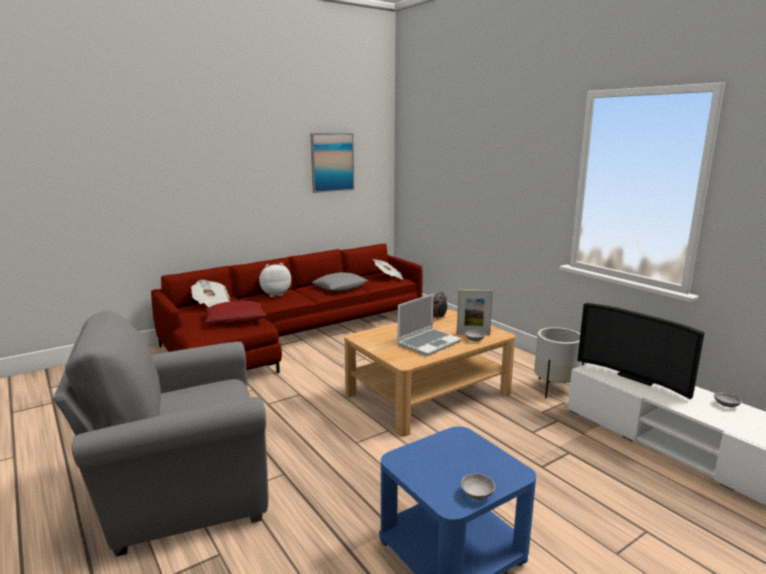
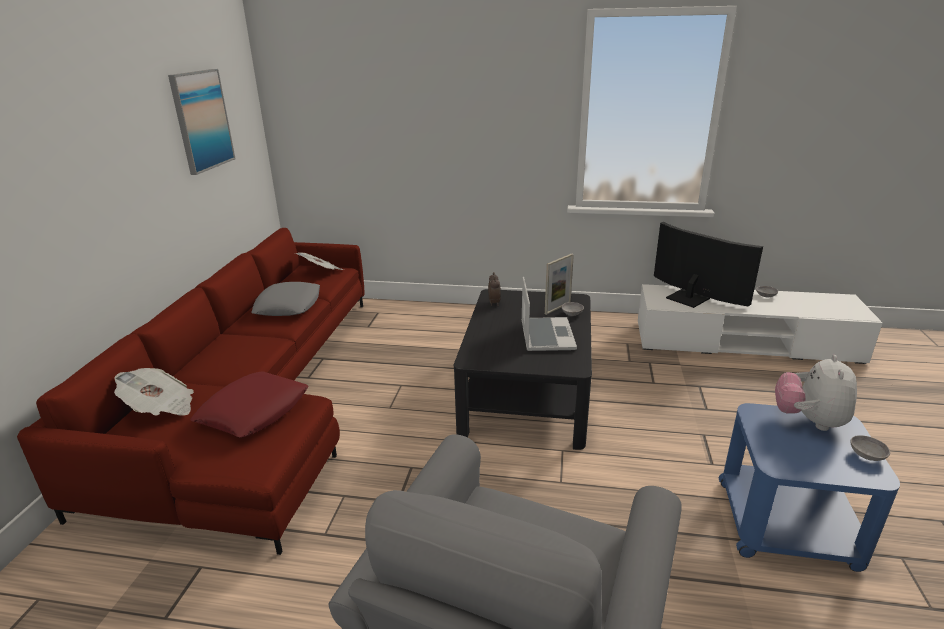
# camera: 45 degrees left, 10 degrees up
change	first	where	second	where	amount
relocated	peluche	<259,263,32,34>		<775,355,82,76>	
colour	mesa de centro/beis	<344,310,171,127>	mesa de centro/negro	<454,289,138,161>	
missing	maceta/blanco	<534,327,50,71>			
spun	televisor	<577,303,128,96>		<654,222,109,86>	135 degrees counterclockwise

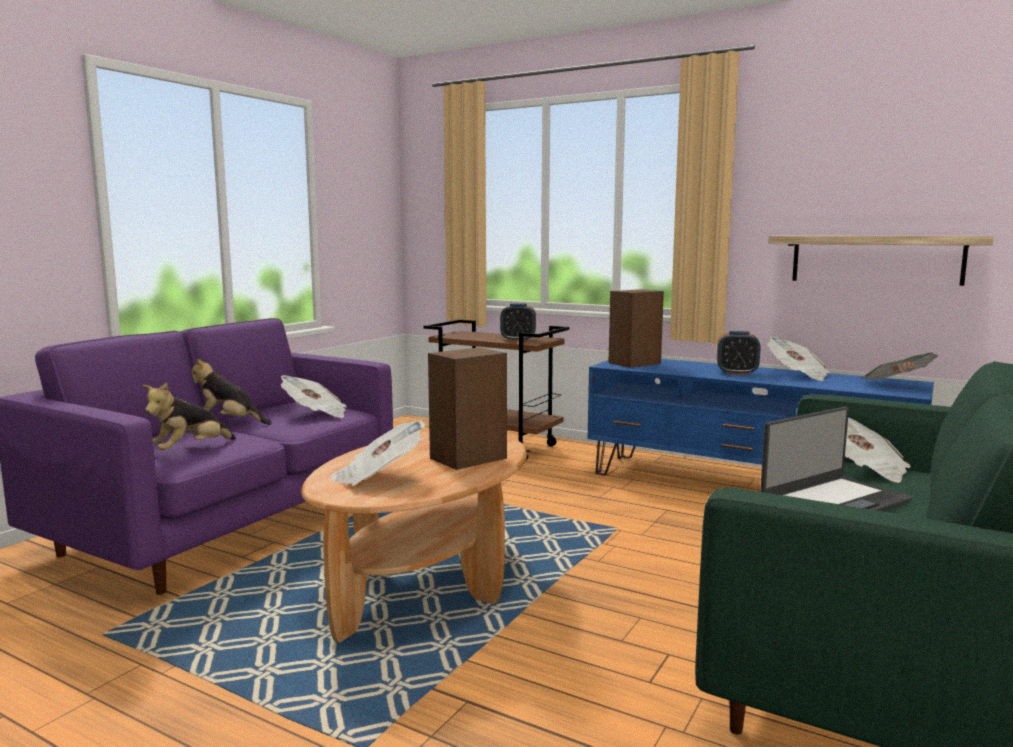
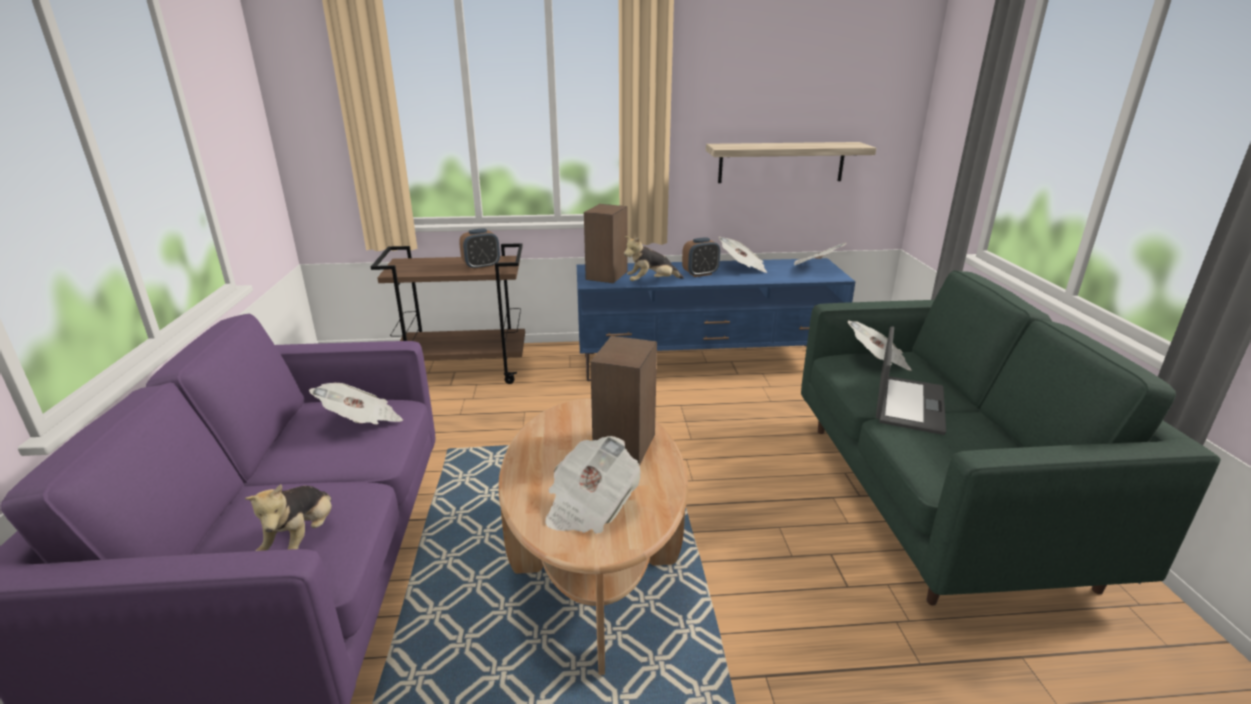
# camera: 35 degrees left, 15 degrees up
change	first	where	second	where	amount
relocated	peluche	<192,359,80,66>		<624,236,60,45>	

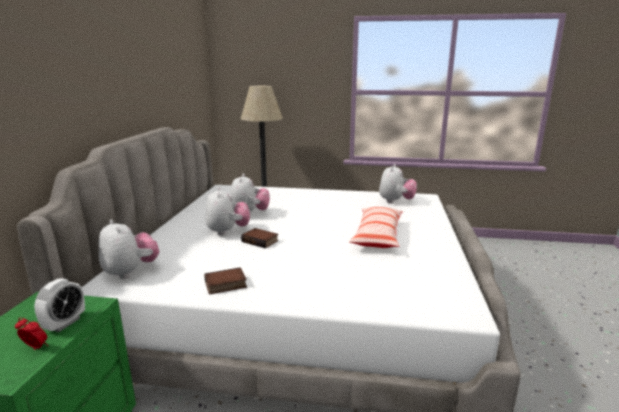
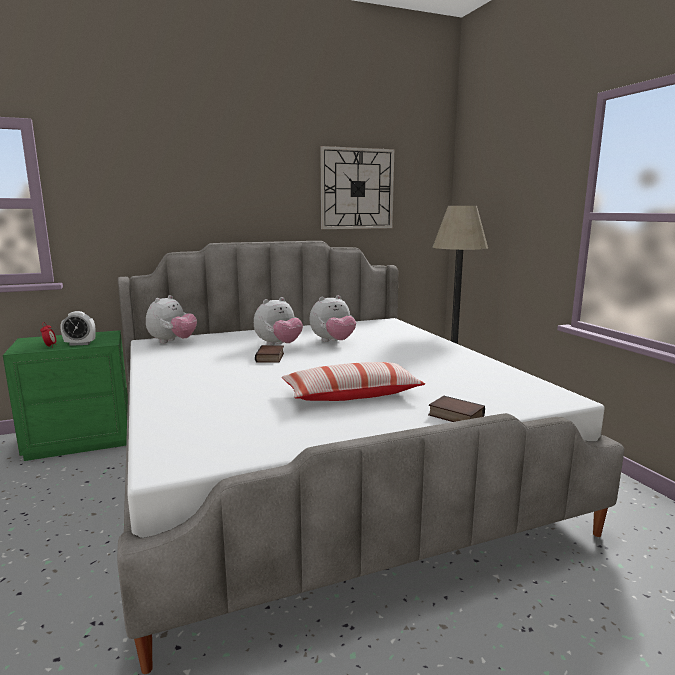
# camera: 60 degrees right, 5 degrees down
change	first	where	second	where	amount
relocated	libro	<204,267,43,28>		<428,396,57,26>	
missing	peluche	<379,164,38,39>			
appeared			reloj de pared	<320,146,74,83>	

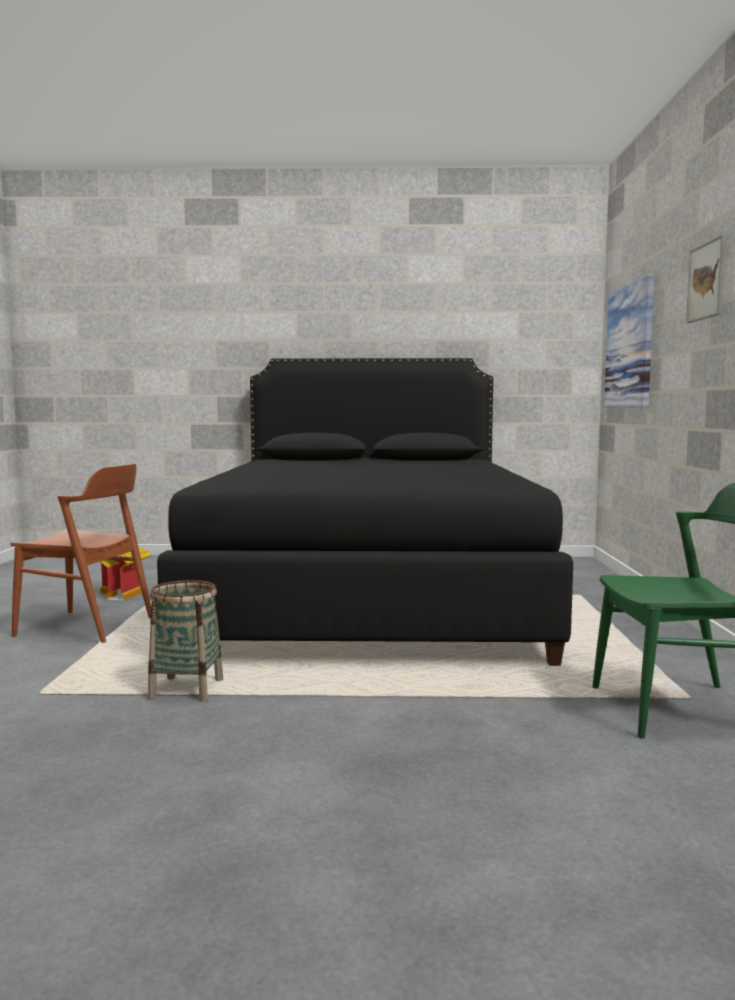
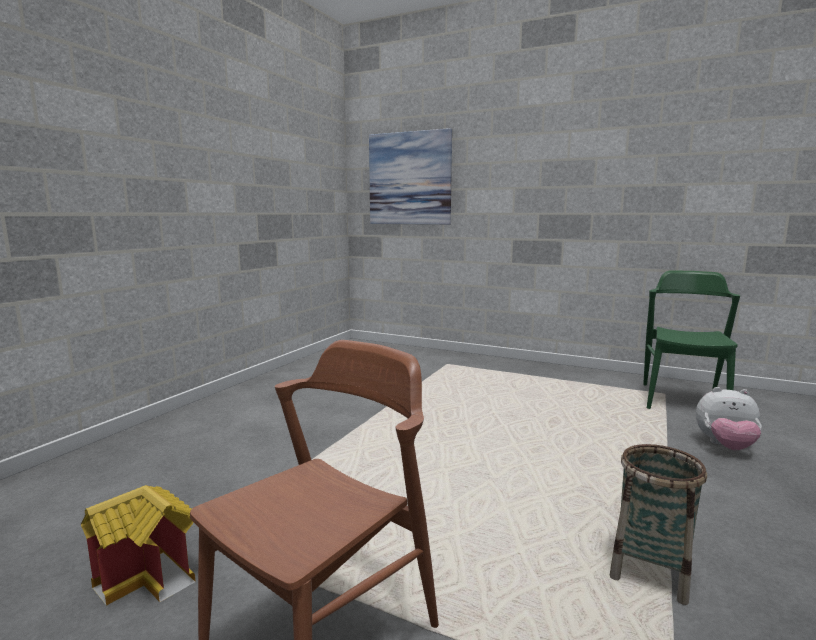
# camera: 65 degrees left, 5 degrees up
change	first	where	second	where	amount
missing	cama/negro	<157,358,416,308>			
missing	cuadro	<686,234,40,89>			
appeared			peluche	<696,387,66,63>	

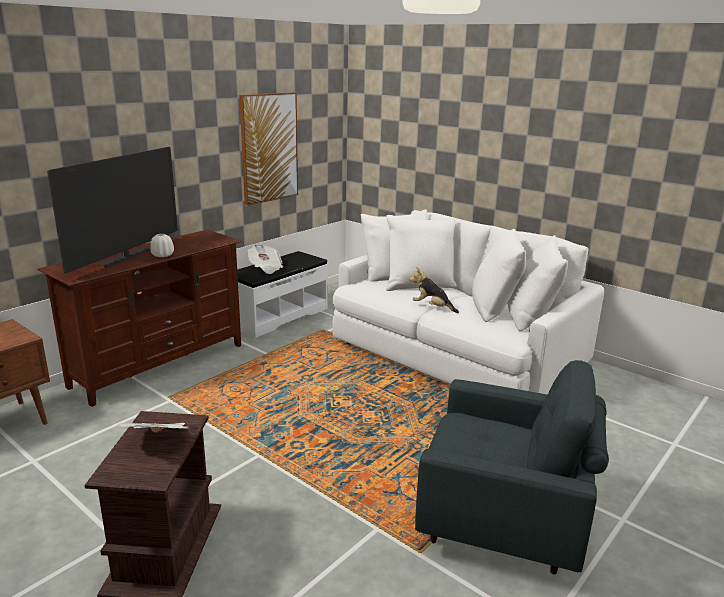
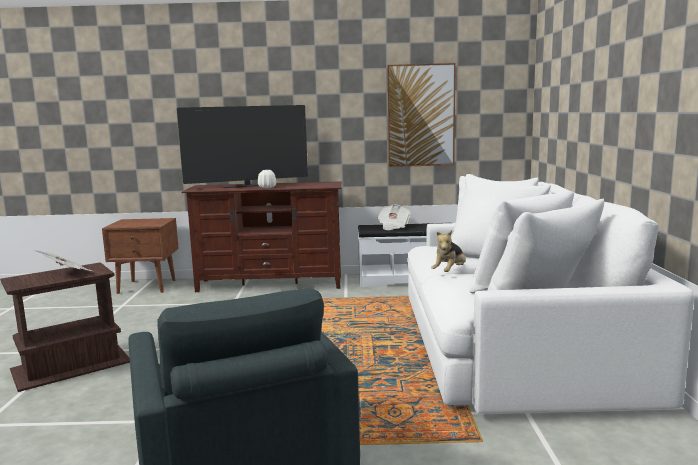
# camera: 50 degrees right, 10 degrees down
change	first	where	second	where	amount
spun	peluche	<410,267,49,46>		<431,230,35,42>	135 degrees counterclockwise

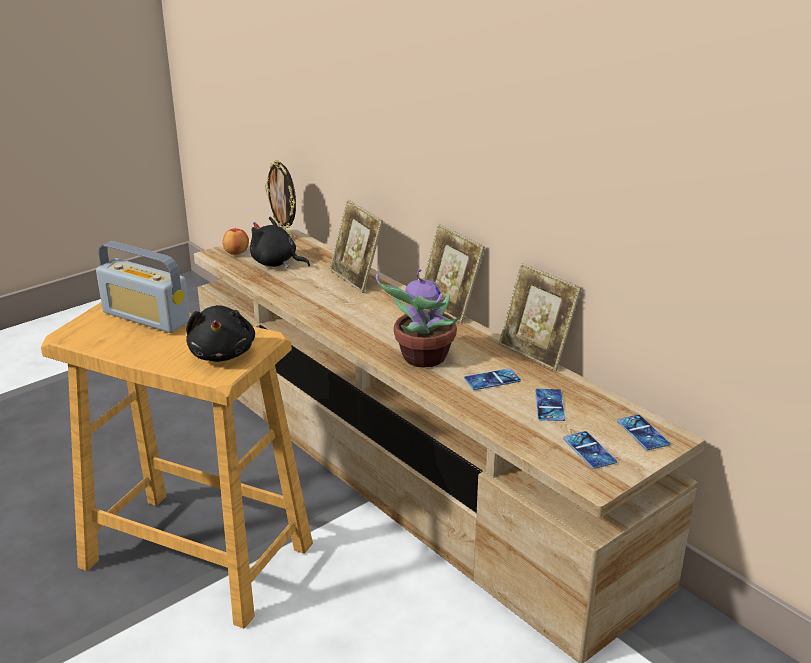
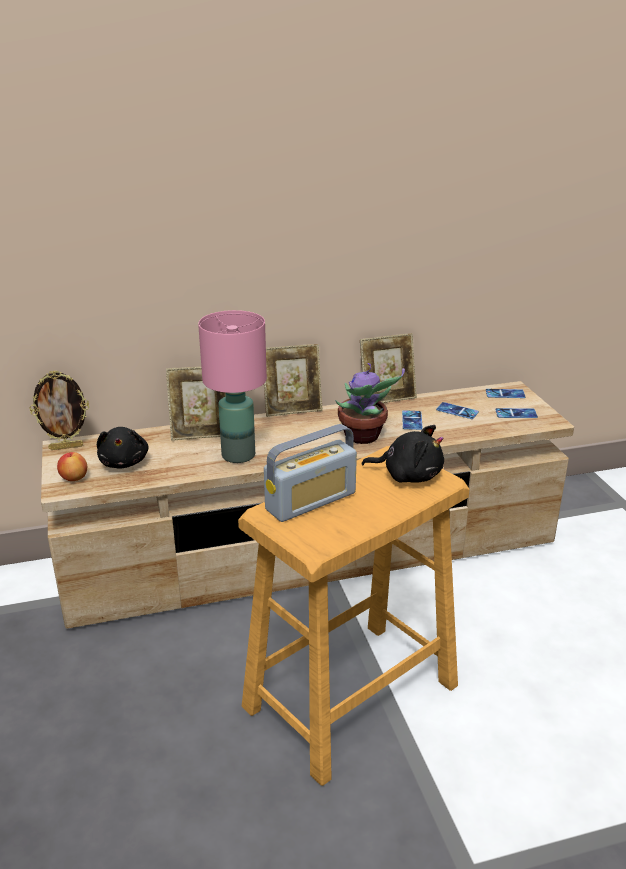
# camera: 65 degrees left, 0 degrees up
change	first	where	second	where	amount
spun	peluche/negro	<250,217,60,51>		<97,427,52,42>	60 degrees counterclockwise
appeared			lámpara de mesa/rosa	<198,310,69,153>	

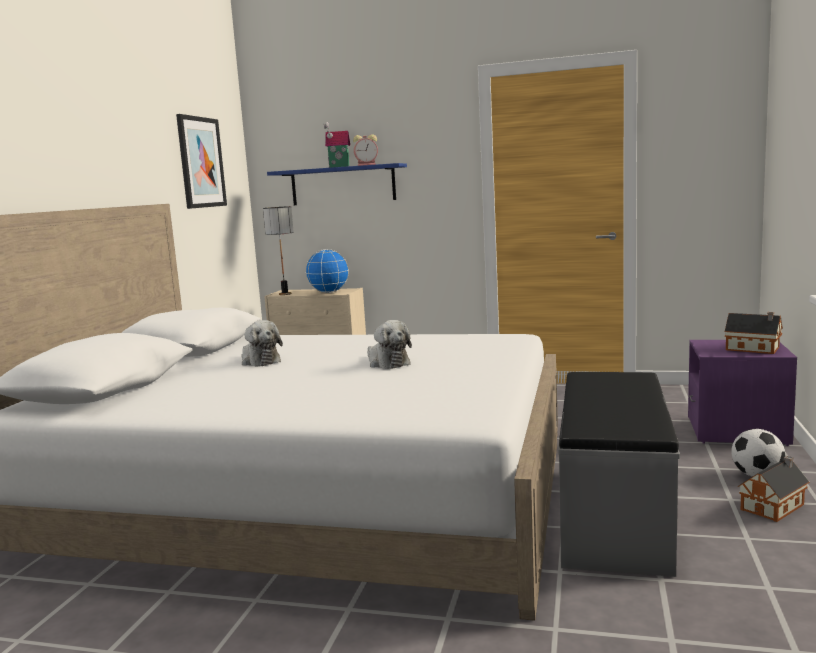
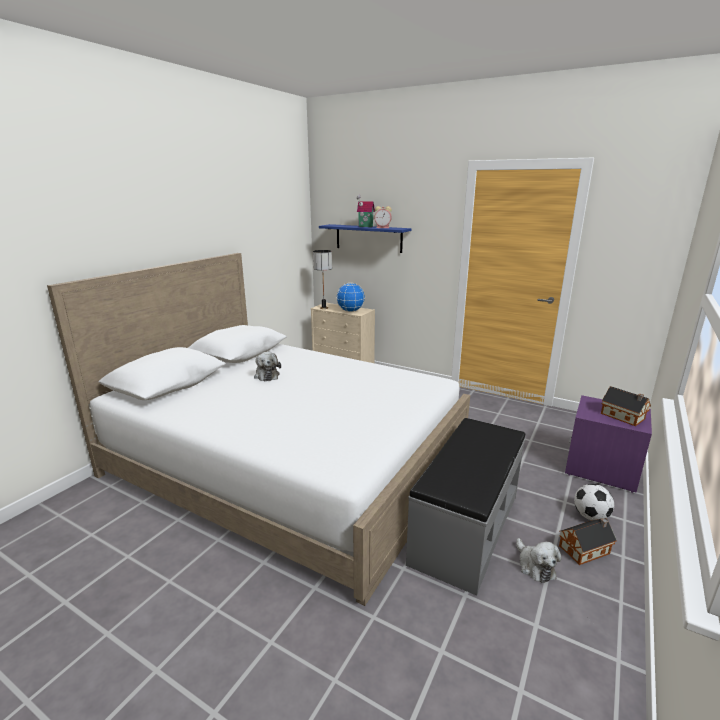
# camera: 15 degrees right, 10 degrees up
change	first	where	second	where	amount
missing	cuadro	<176,114,51,95>			
relocated	peluche	<367,320,45,49>		<516,538,45,45>	

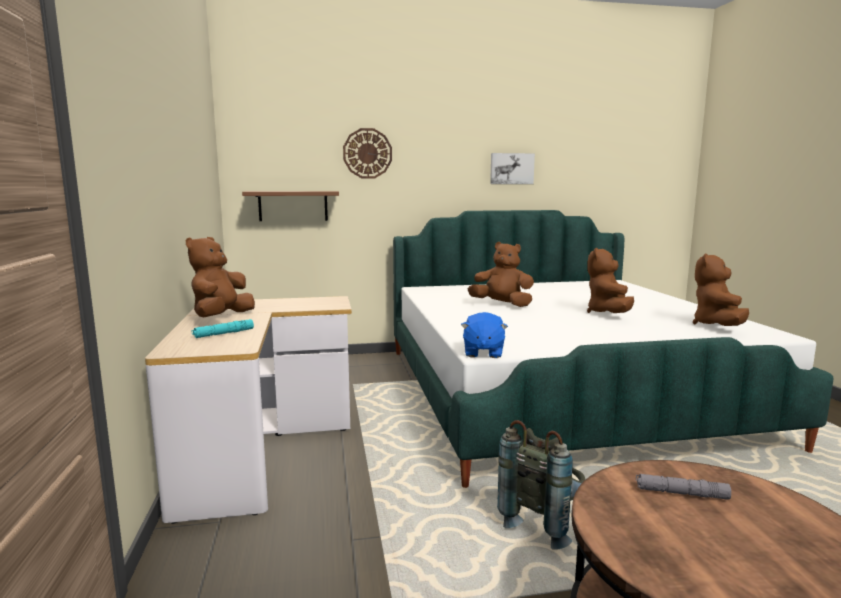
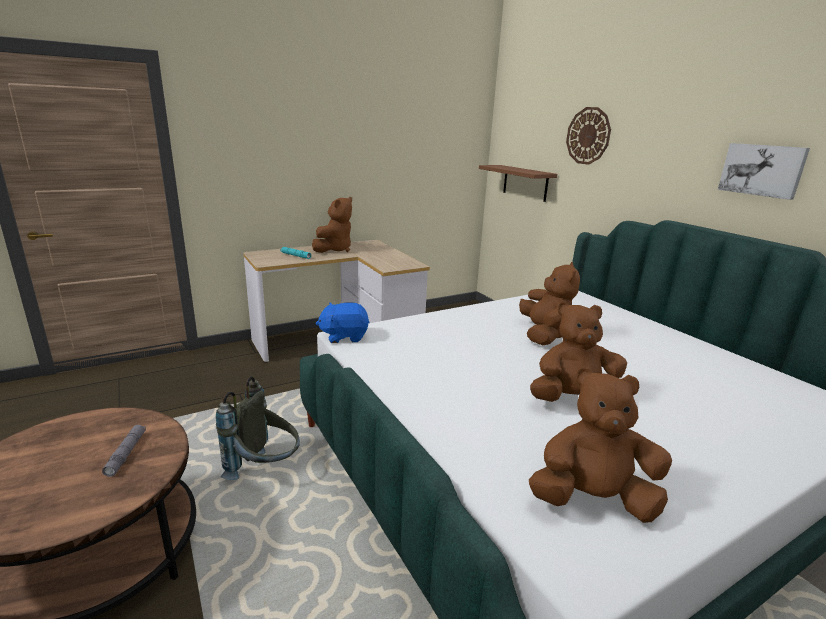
# camera: 70 degrees right, 10 degrees up
change	first	where	second	where	amount
spun	peluche/marrón	<186,237,69,80>		<312,197,40,56>	120 degrees clockwise

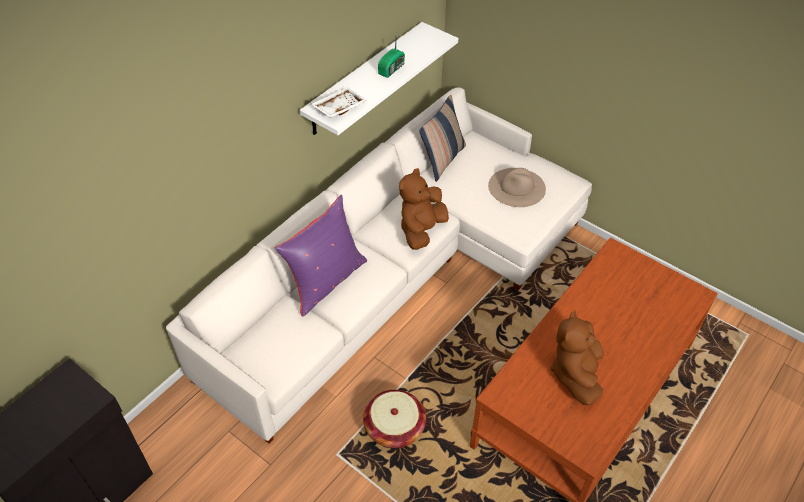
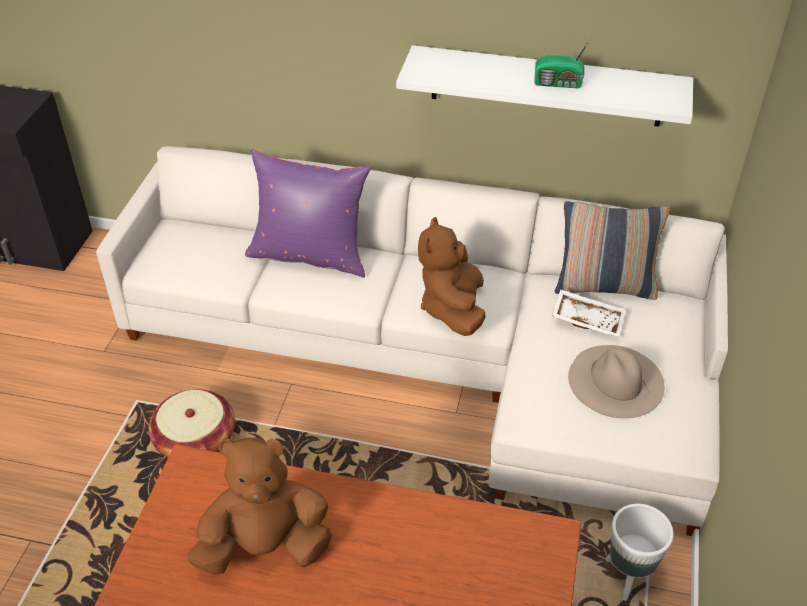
# camera: 65 degrees right, 5 degrees down
change	first	where	second	where	amount
relocated	bandeja/blanco	<311,87,56,31>		<552,289,74,49>	
spun	peluche/marrón	<399,168,50,82>		<418,217,68,119>	90 degrees counterclockwise
appeared			maceta/blanco	<606,504,68,97>	

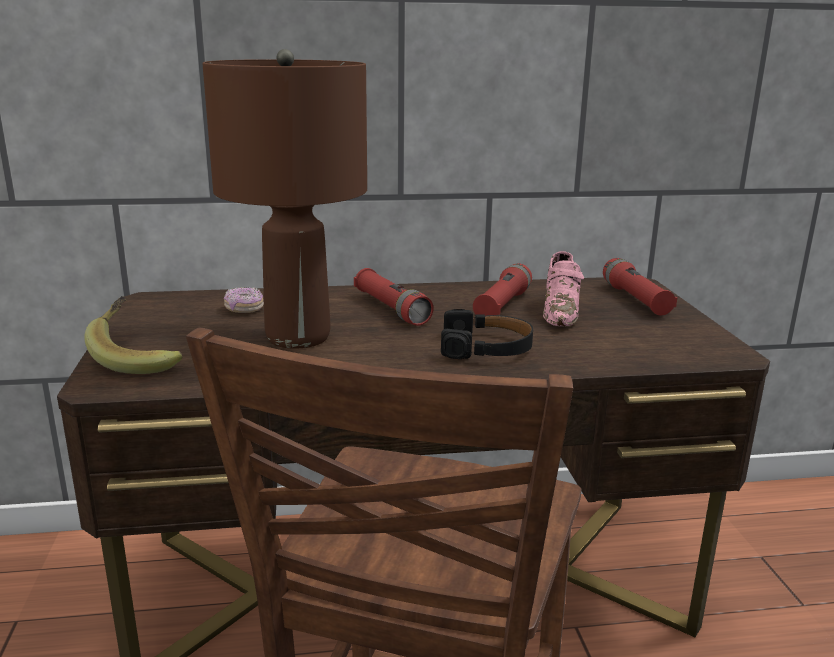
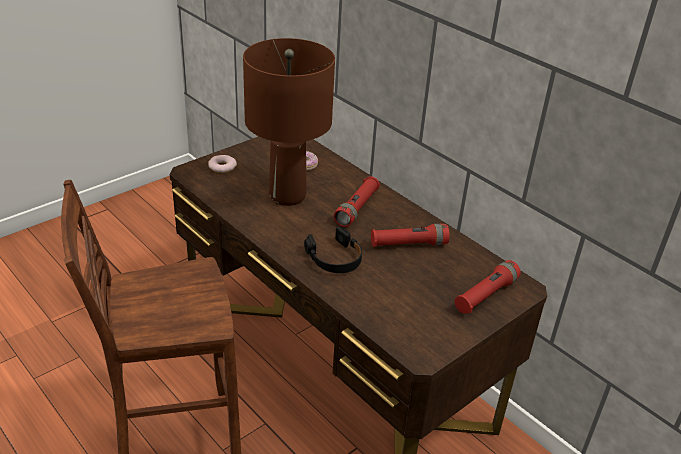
# camera: 55 degrees right, 15 degrees up
change	first	where	second	where	amount
exchanged	plátano	<84,296,98,78>	rosquilla	<208,155,29,18>	
missing	zapato/rosa	<543,251,41,75>			

